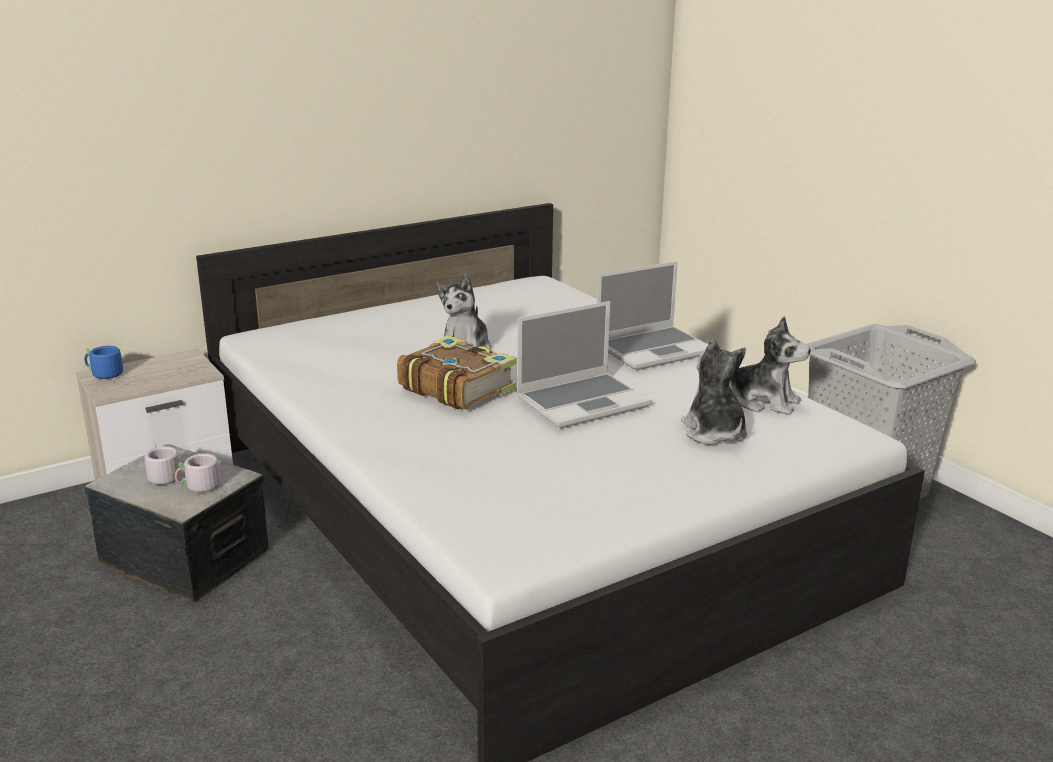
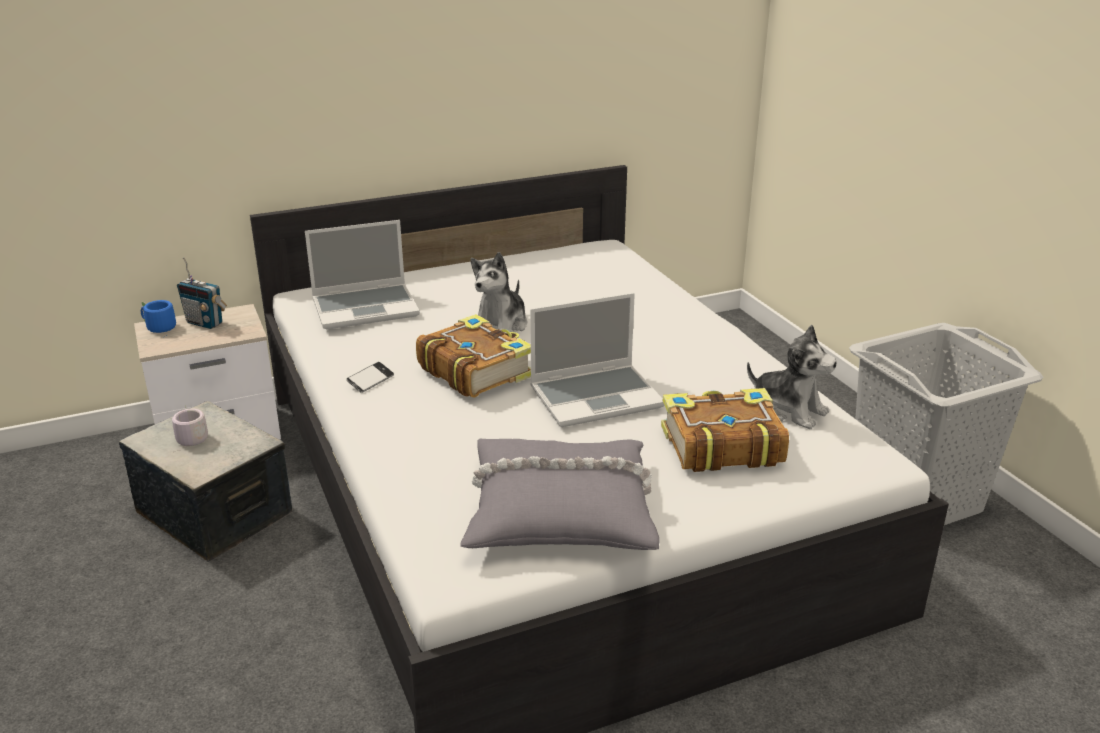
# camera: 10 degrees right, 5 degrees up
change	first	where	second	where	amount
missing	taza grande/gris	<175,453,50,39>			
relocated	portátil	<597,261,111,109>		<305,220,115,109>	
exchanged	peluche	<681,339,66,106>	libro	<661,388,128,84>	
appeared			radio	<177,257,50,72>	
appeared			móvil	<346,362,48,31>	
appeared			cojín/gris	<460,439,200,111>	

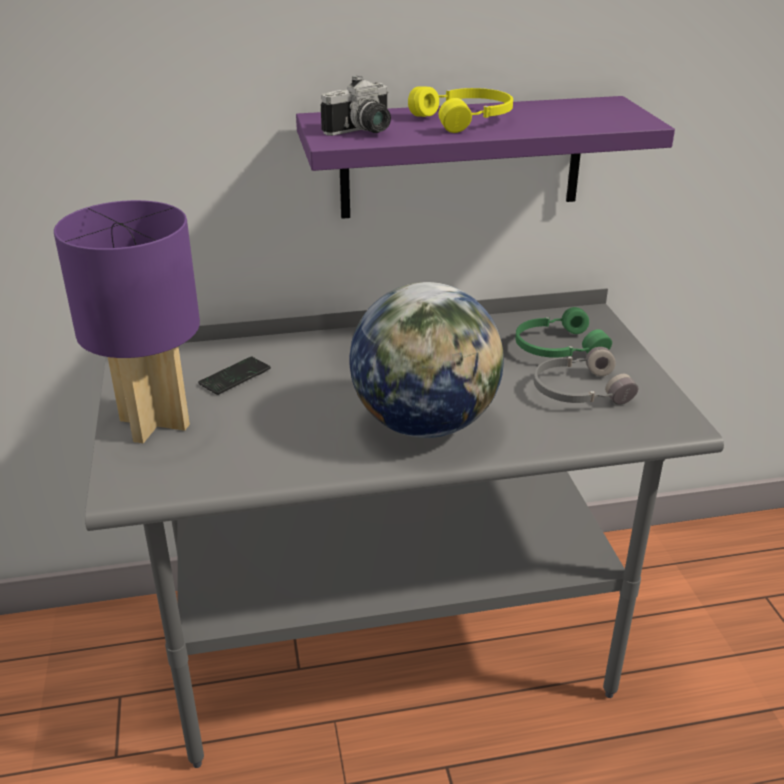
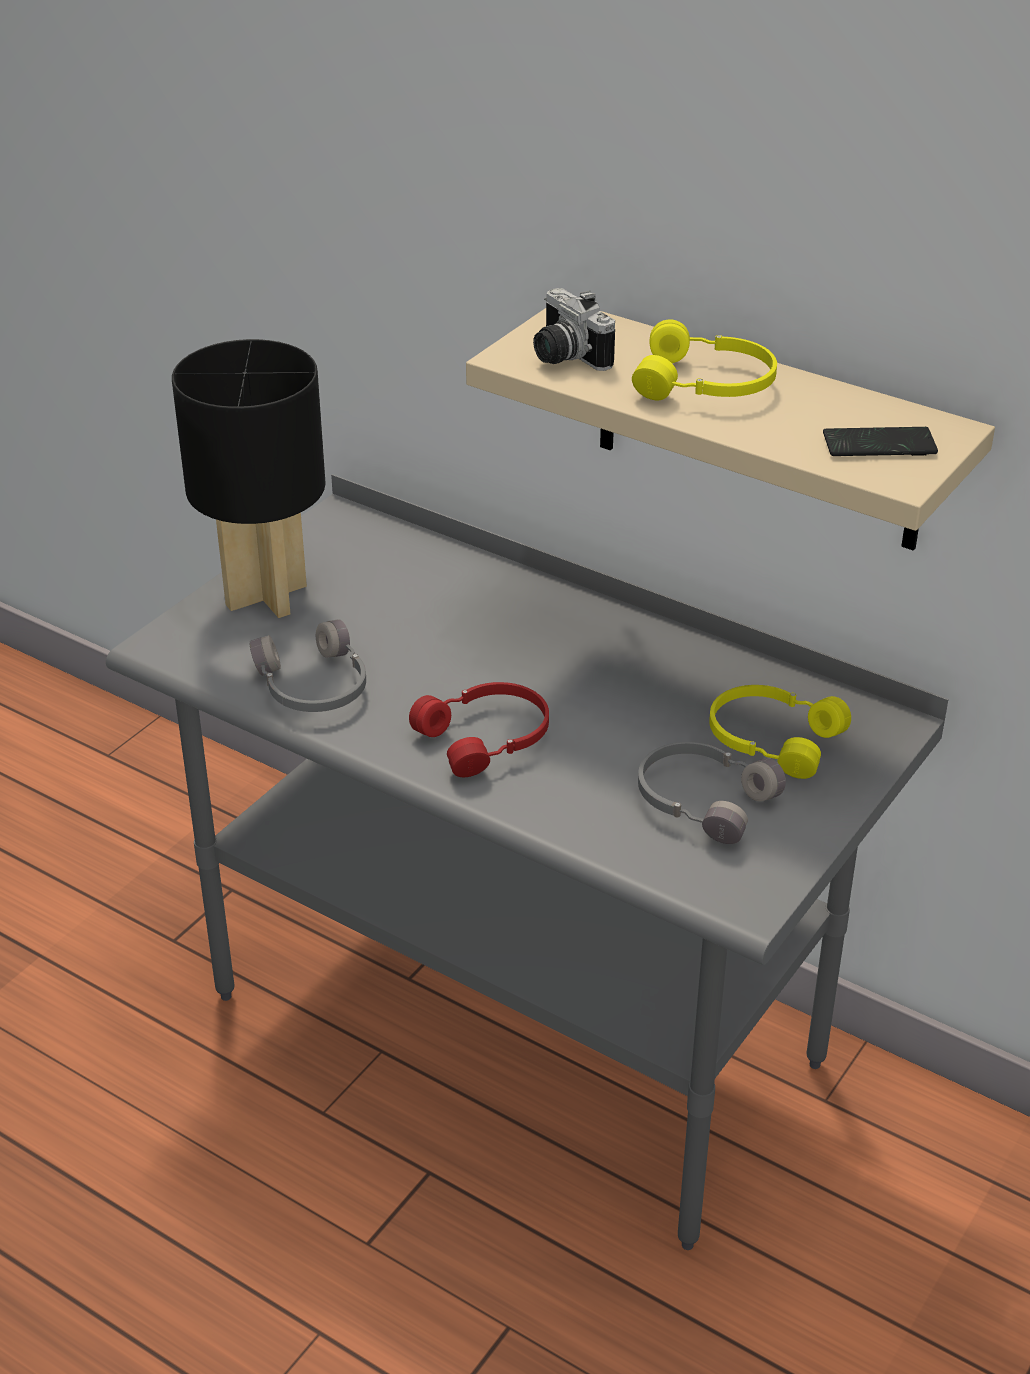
# camera: 45 degrees right, 5 degrees up
change	first	where	second	where	amount
colour	lámpara de mesa/morado	<54,200,146,243>	lámpara de mesa/negro	<172,339,154,279>	
relocated	móvil	<198,356,73,39>		<823,427,115,29>	
colour	estante/morado	<296,96,379,123>	estante/beis	<466,308,529,243>	
spun	cámara	<321,76,70,60>		<533,288,82,83>	45 degrees clockwise
exchanged	globo terráqueo	<349,282,155,156>	auriculares/rojo	<409,682,140,95>	
colour	auriculares/verde	<515,307,97,51>	auriculares/amarillo	<709,685,142,94>	
appeared			auriculares/gris	<250,619,116,93>	

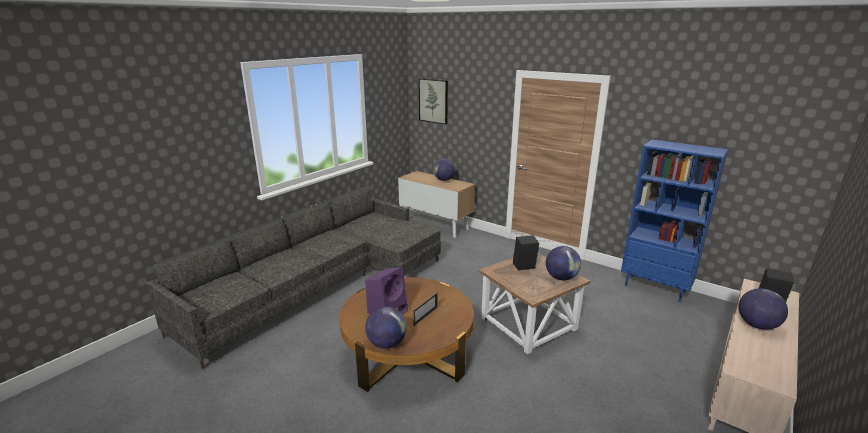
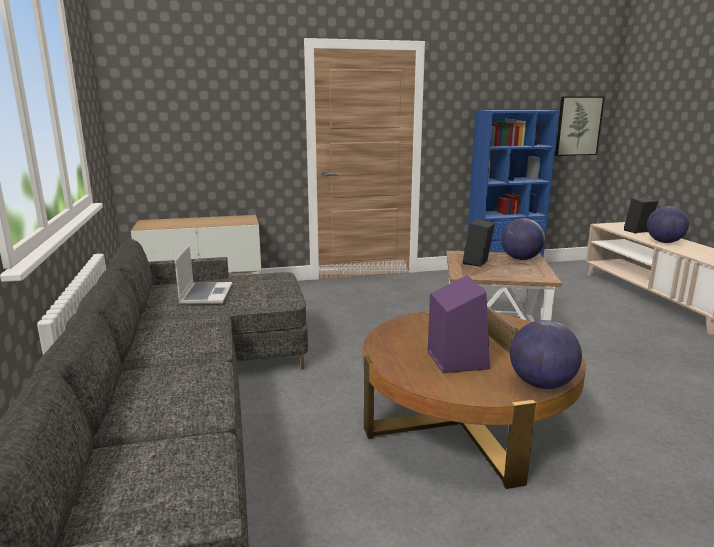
# camera: 50 degrees left, 5 degrees down
change	first	where	second	where	amount
relocated	cuadro	<419,78,29,46>		<555,97,50,59>	
missing	globo terráqueo	<433,158,22,23>			
appeared			portátil	<175,245,57,60>	

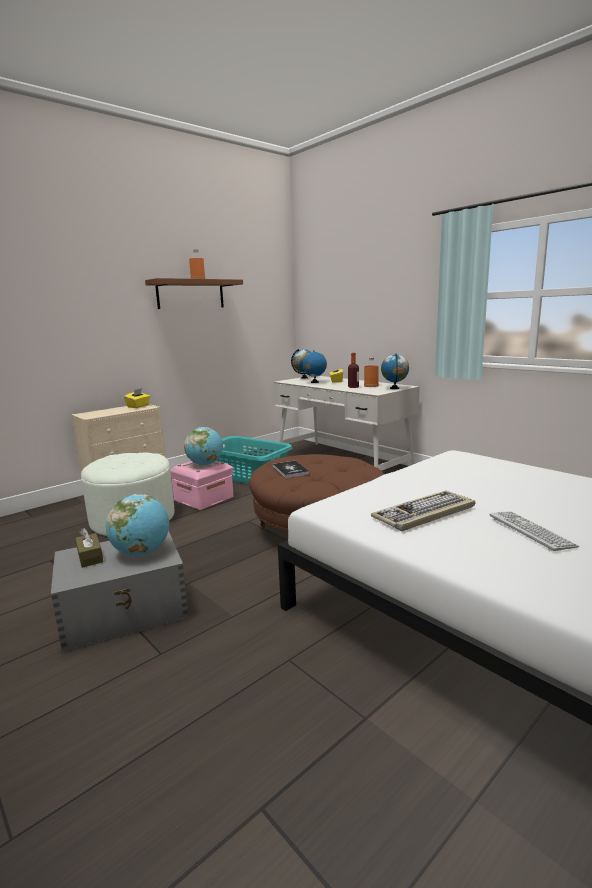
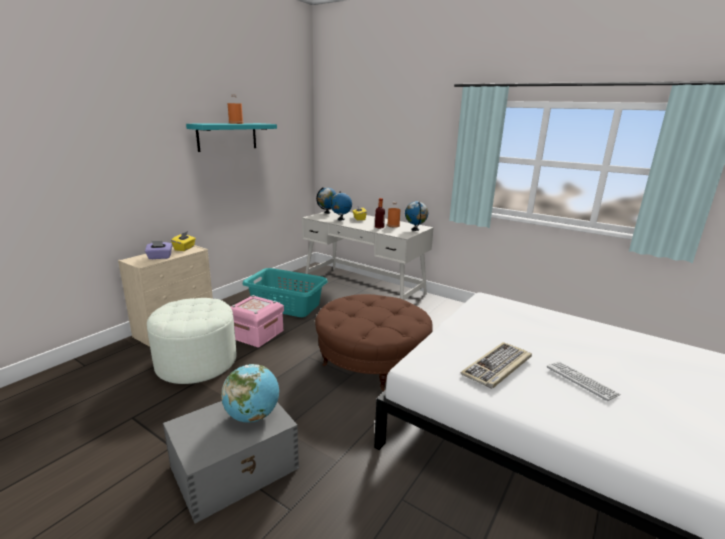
# camera: 15 degrees left, 5 degrees up
change	first	where	second	where	amount
missing	caja de pañuelos/marrón	<76,528,27,40>			
colour	estante/marrón	<145,278,98,31>	estante/turquesa	<186,123,91,29>	
missing	globo terráqueo	<184,427,39,38>			
missing	libro	<273,461,36,17>			
appeared			caja de pañuelos/morado	<145,241,27,18>	

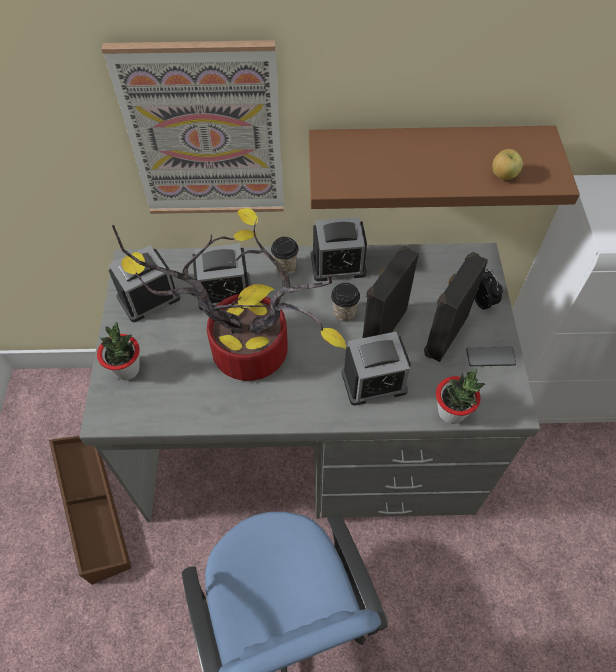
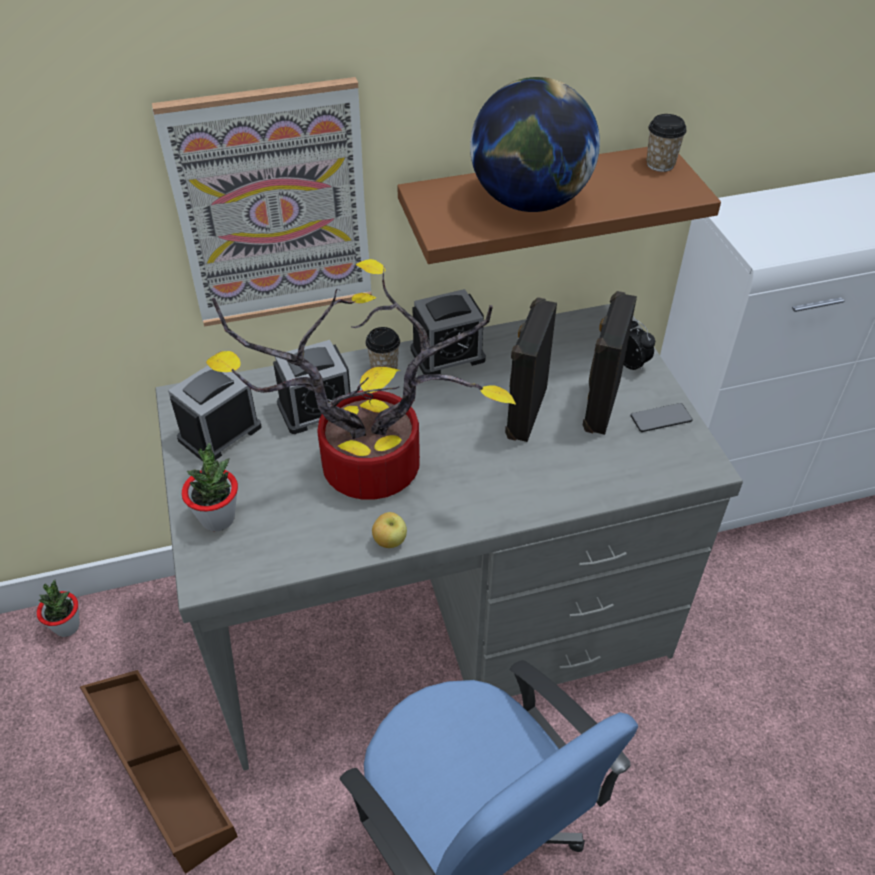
# camera: 15 degrees left, 10 degrees down
change	first	where	second	where	amount
relocated	taza	<331,283,29,39>		<647,114,40,58>	
missing	despertador	<341,332,70,74>			
relocated	planta en maceta	<436,368,49,56>		<37,579,43,58>	
relocated	manzana	<492,149,31,31>		<372,512,35,36>	
appeared			globo terráqueo	<470,77,130,135>	

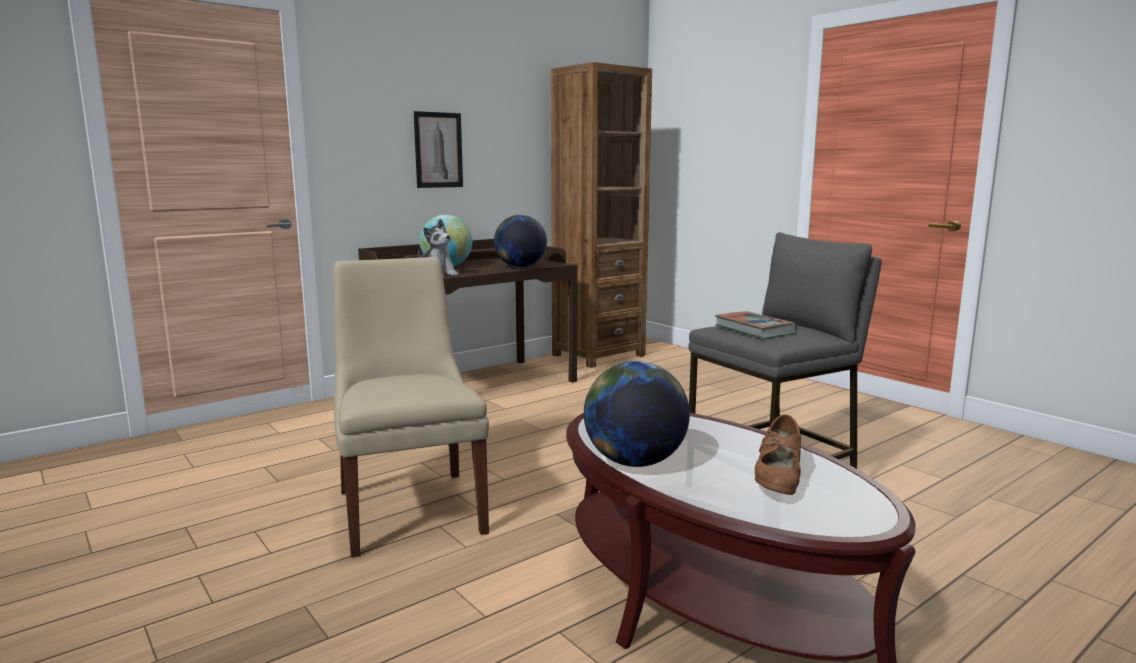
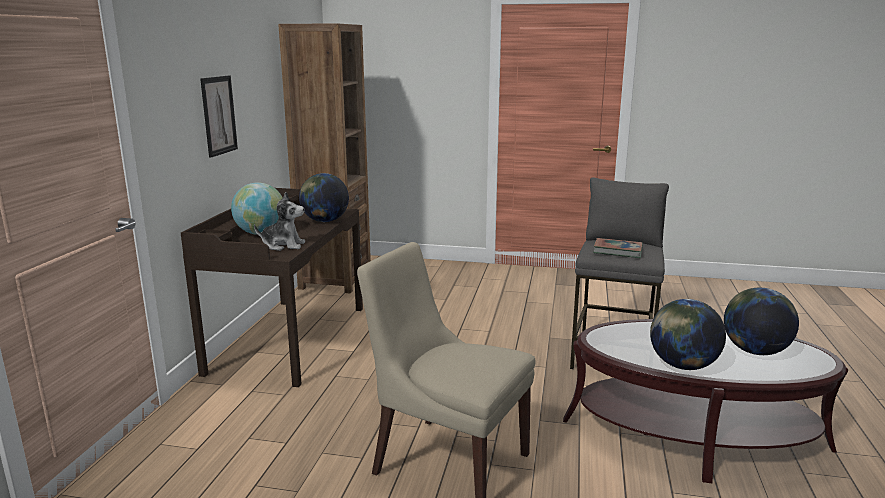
# camera: 40 degrees left, 5 degrees up
change	first	where	second	where	amount
exchanged	zapato/marrón	<755,414,46,81>	globo terráqueo	<724,288,75,67>	

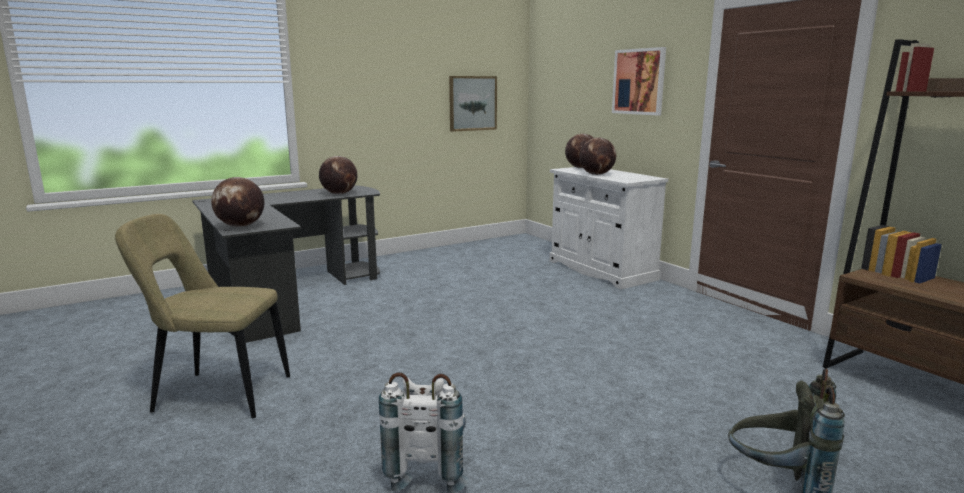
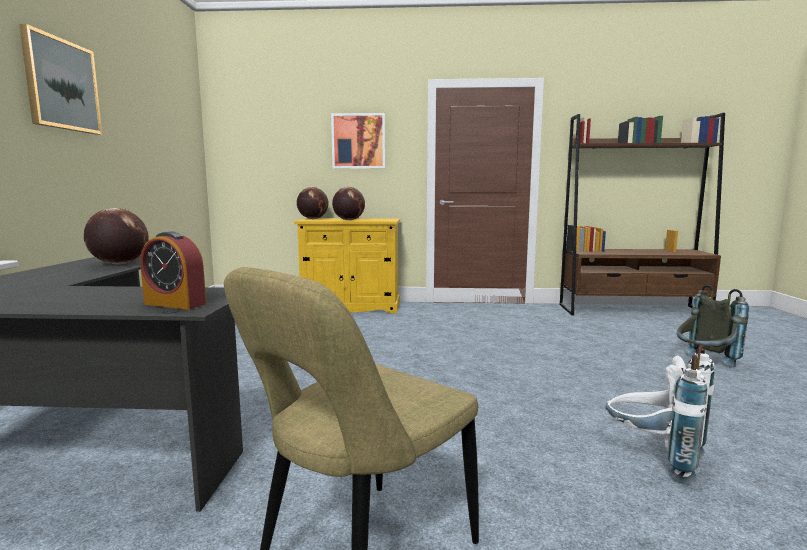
# camera: 55 degrees left, 5 degrees down
change	first	where	second	where	amount
exchanged	globo terráqueo	<211,177,53,50>	despertador	<140,231,66,78>	
relocated	cuadro	<449,76,48,56>		<19,24,83,111>	
colour	armario/blanco	<549,167,119,122>	armario/amarillo	<294,218,106,95>	

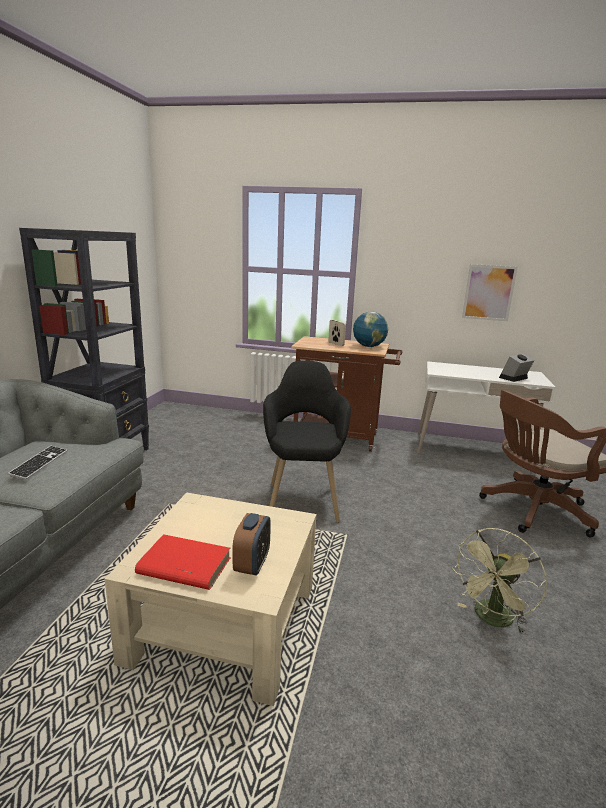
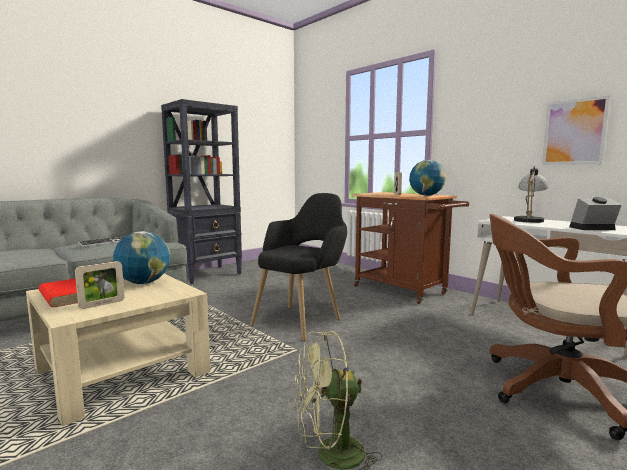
# camera: 35 degrees right, 10 degrees down
change	first	where	second	where	amount
exchanged	despertador	<232,513,39,63>	portarretratos	<75,261,49,48>	
appeared			globo terráqueo	<113,231,57,53>	
appeared			lámpara de mesa	<514,166,35,57>	

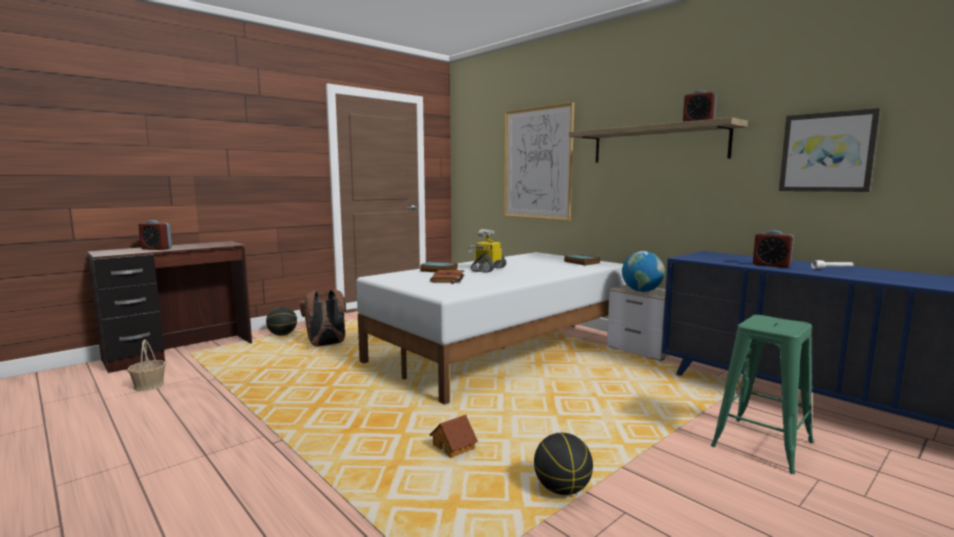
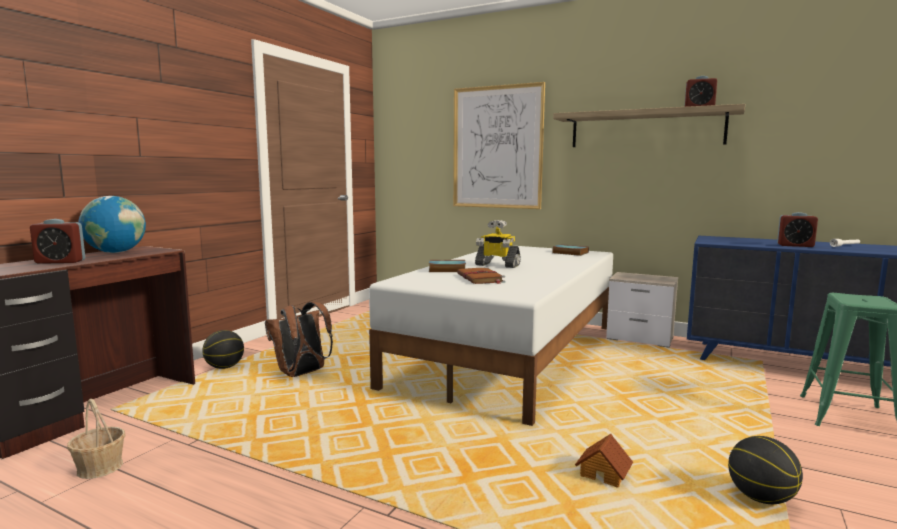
# camera: 20 degrees left, 0 degrees up
change	first	where	second	where	amount
spun	robot de juguete	<468,229,39,44>		<475,220,46,48>	75 degrees counterclockwise
relocated	globo terráqueo	<622,251,43,41>		<79,196,67,57>	
missing	cuadro	<779,108,102,84>			

